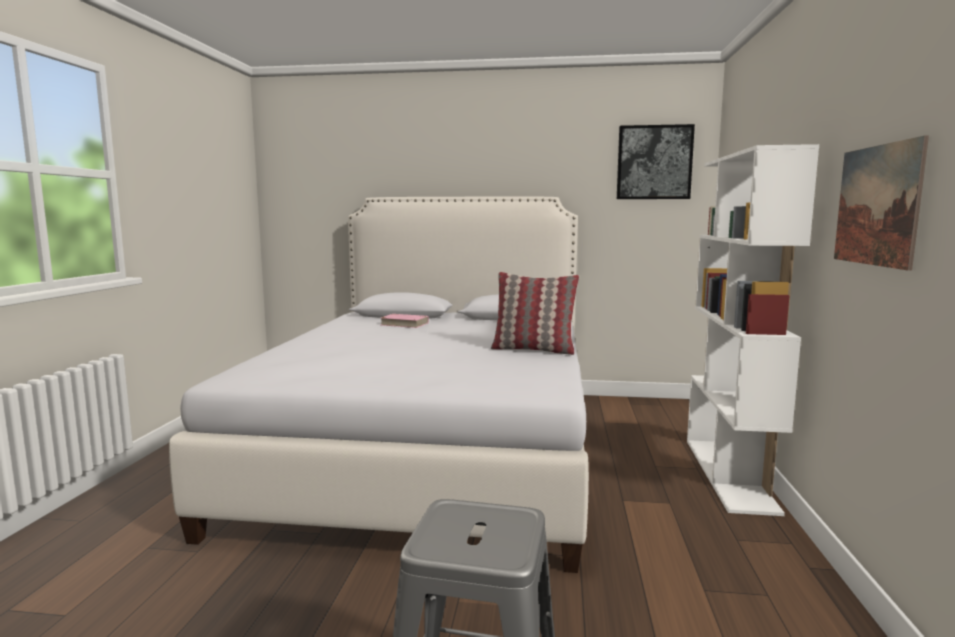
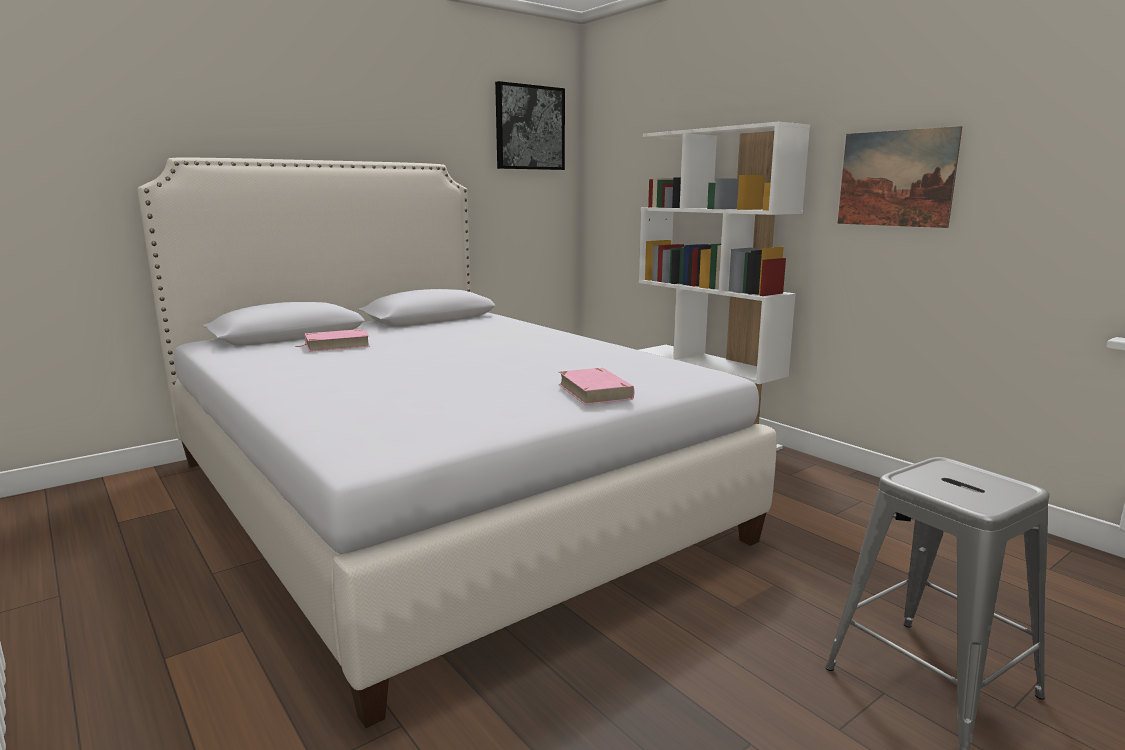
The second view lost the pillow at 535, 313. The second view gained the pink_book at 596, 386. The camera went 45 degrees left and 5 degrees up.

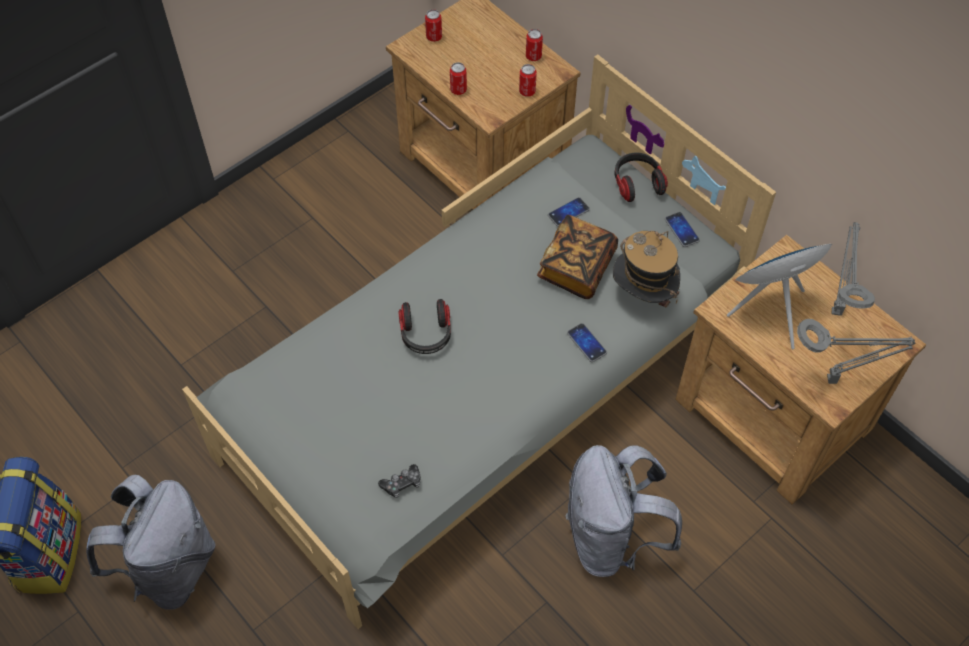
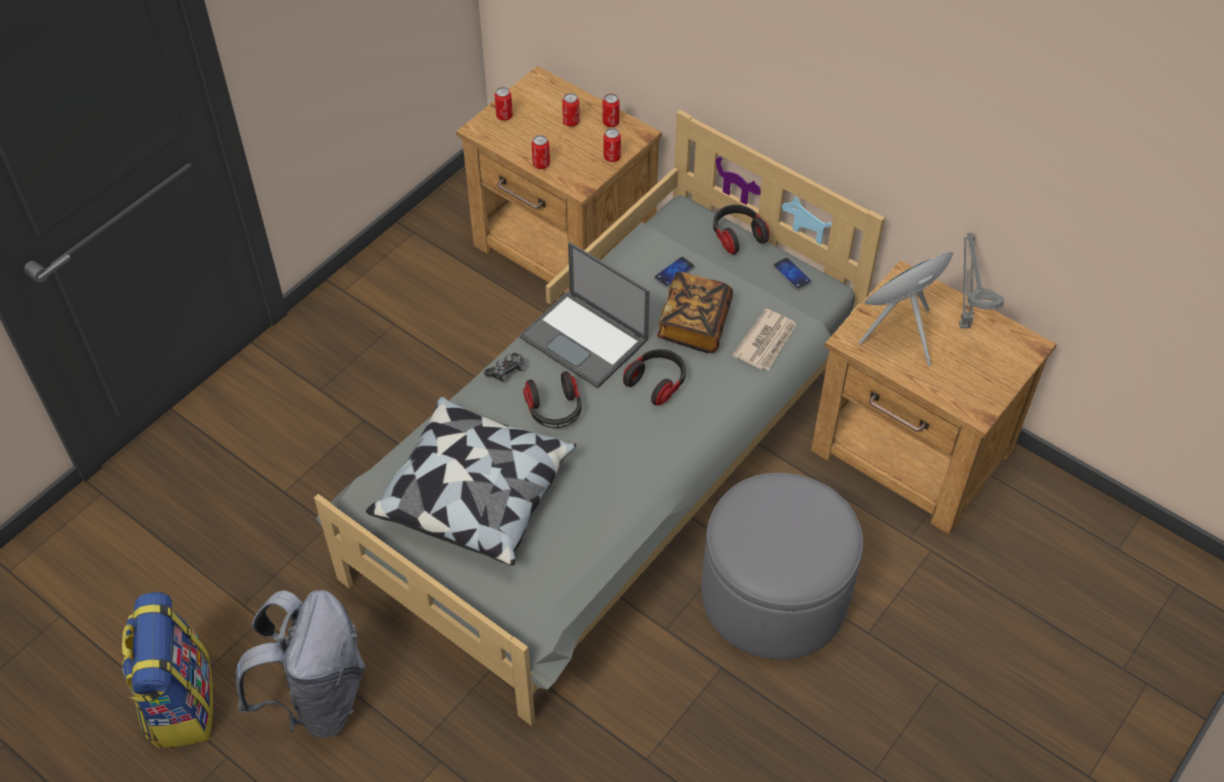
The second view lost the phone at 587, 342. The second view lost the grey_table_lamp at 856, 351. The second view gained the pillow at 471, 481. The second view gained the laptop at 585, 315. The second view gained the can at 571, 110. The second view gained the headphones at 654, 377. The game_controller ended up elsewhere, having gone from 399, 481 to 504, 367. Where the grey_backpack stood at 623, 511, the grey_ottoman came to stand at 782, 566. Where the hat stood at 646, 269, the newspaper came to stand at 764, 340. The camera went 10 degrees left and 5 degrees down.

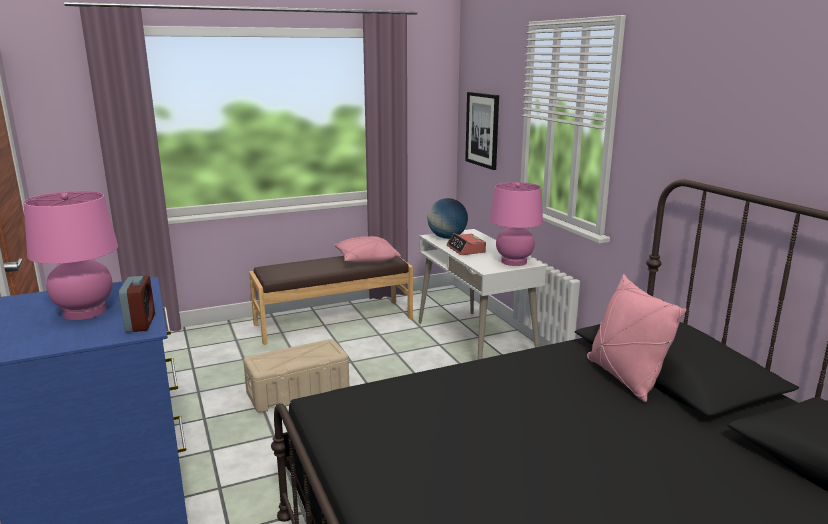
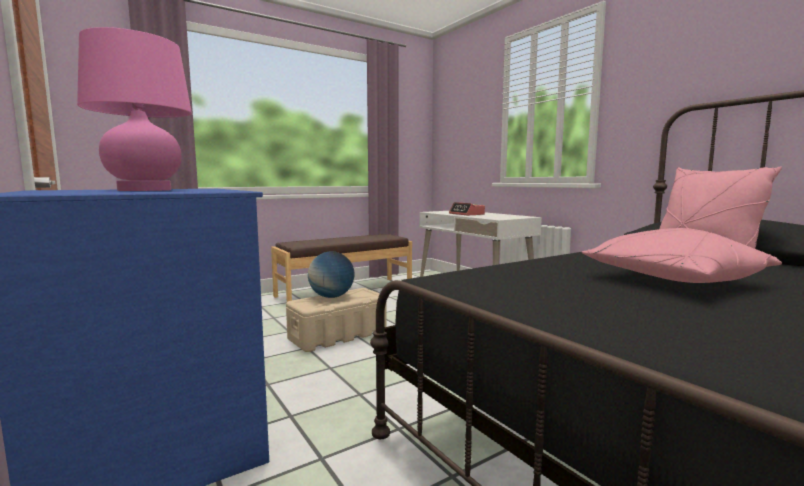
The second view lost the alarm_clock at 137, 304. The second view lost the picture at 482, 131. The second view lost the pink_table_lamp at 516, 224. The pink_pillow ended up elsewhere, having gone from 367, 249 to 682, 255. The globe ended up elsewhere, having gone from 447, 218 to 331, 274. The camera went 10 degrees left and 10 degrees down.

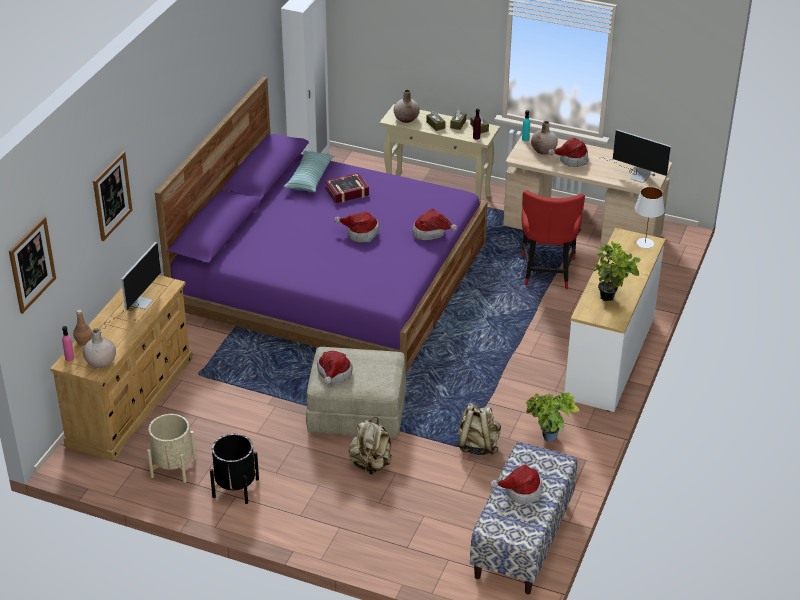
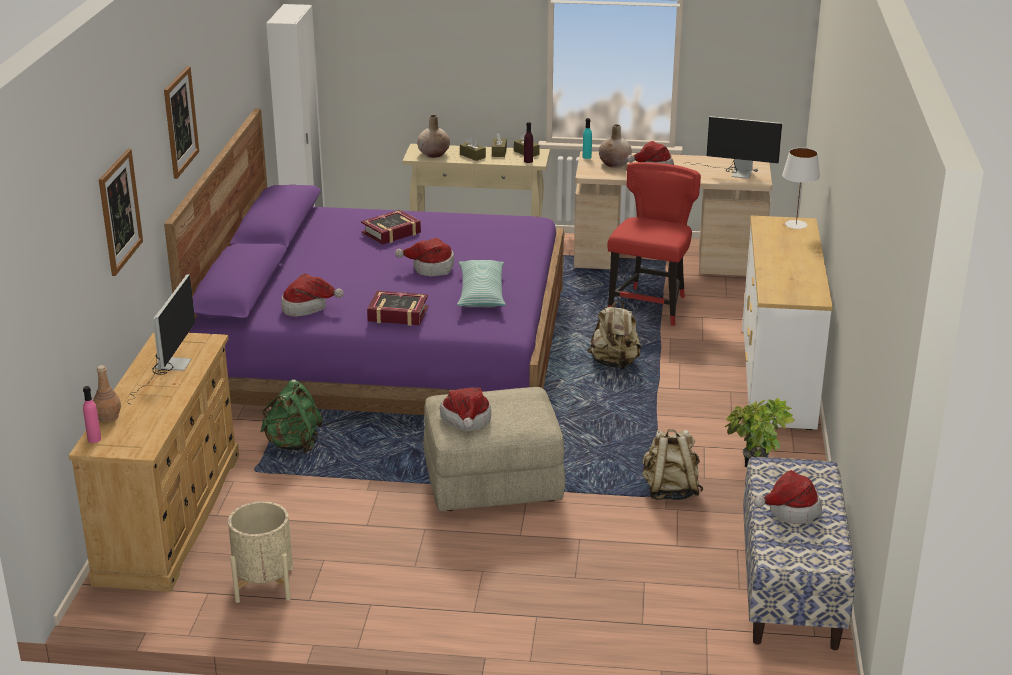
The second view lost the beige_vase at 99, 348. The second view lost the black_planter at 234, 469. The second view lost the potted_plant at 617, 271. The second view gained the green_backpack at 291, 416. The second view gained the book at 397, 308. The picture ended up elsewhere, having gone from 32, 265 to 181, 122. The pillow ended up elsewhere, having gone from 309, 171 to 481, 283. The beige_backpack ended up elsewhere, having gone from 370, 445 to 614, 334. The hat ended up elsewhere, having gone from 435, 224 to 312, 295. The red_chair at 553, 239 ended up facing another way, 150 degrees counterclockwise from before. The camera went 15 degrees left and 10 degrees down.

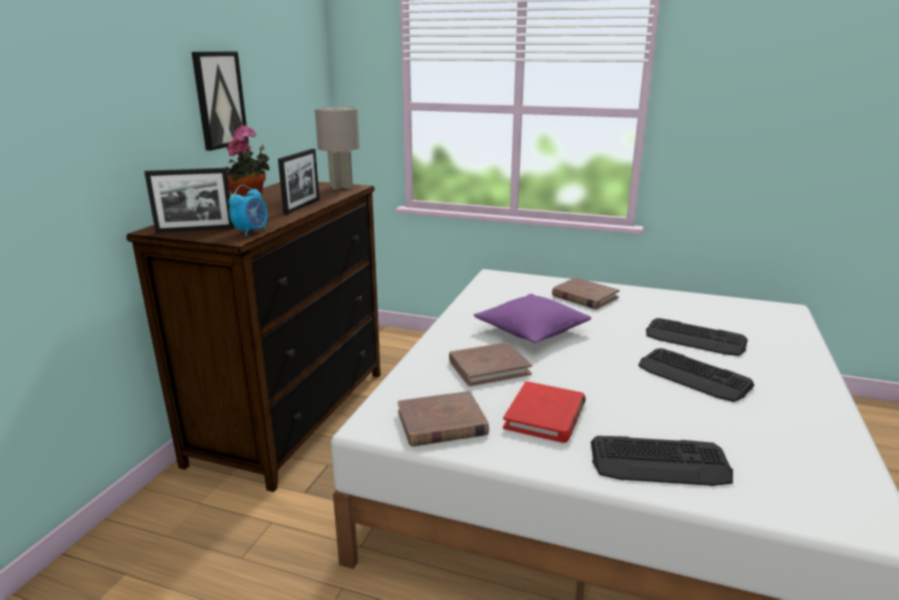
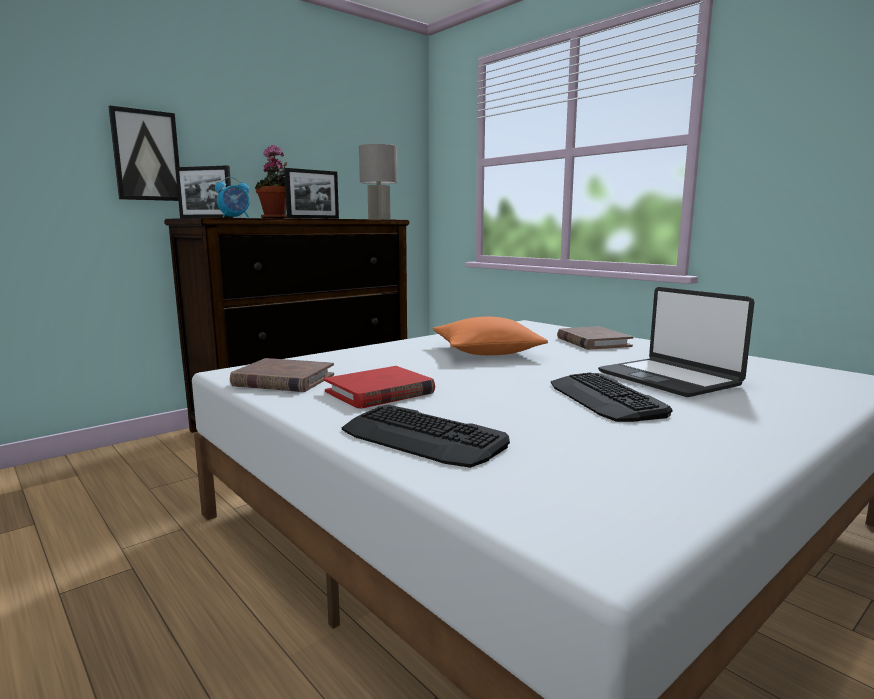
The second view lost the brown_book at 490, 364. The picture ended up elsewhere, having gone from 220, 101 to 144, 153. Where the keyboard stood at 697, 337, the laptop came to stand at 676, 342. What was the purple_pillow at 532, 318 turned into the orange_pillow at 490, 336. The camera went 30 degrees right and 10 degrees down.

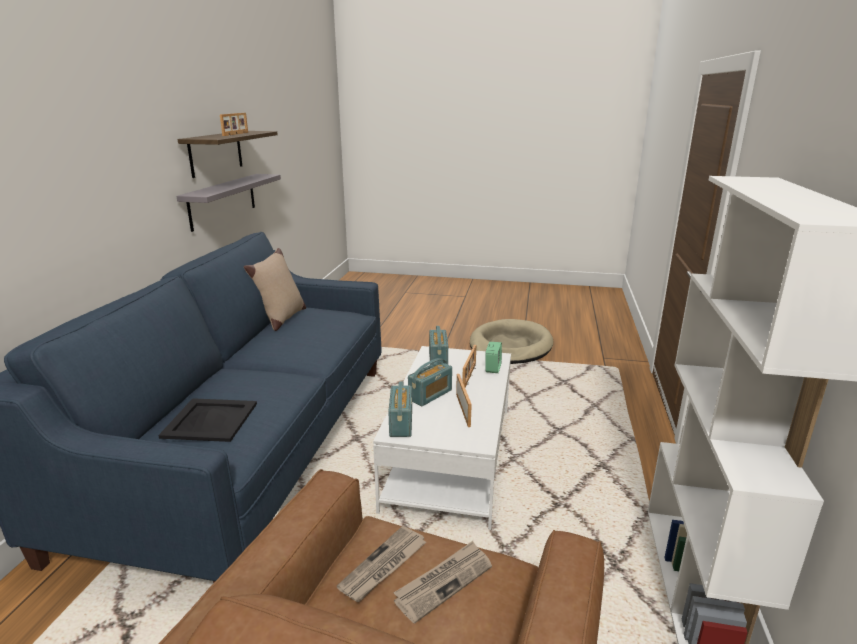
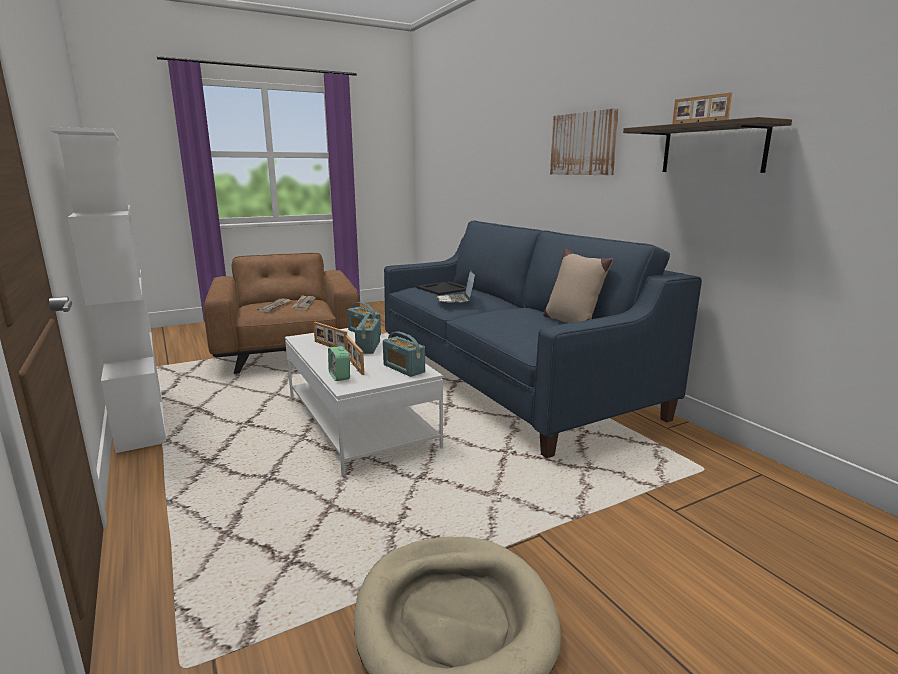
The second view lost the grey_shelf at 228, 203. The second view gained the laptop at 455, 286. The second view gained the picture at 584, 141. The camera went 140 degrees right and 5 degrees down.

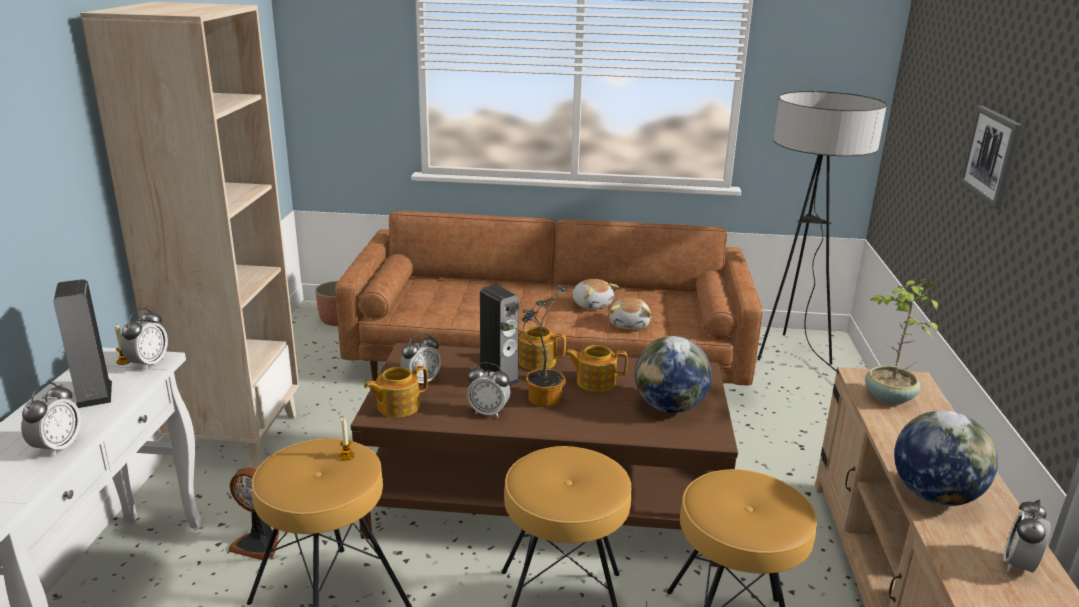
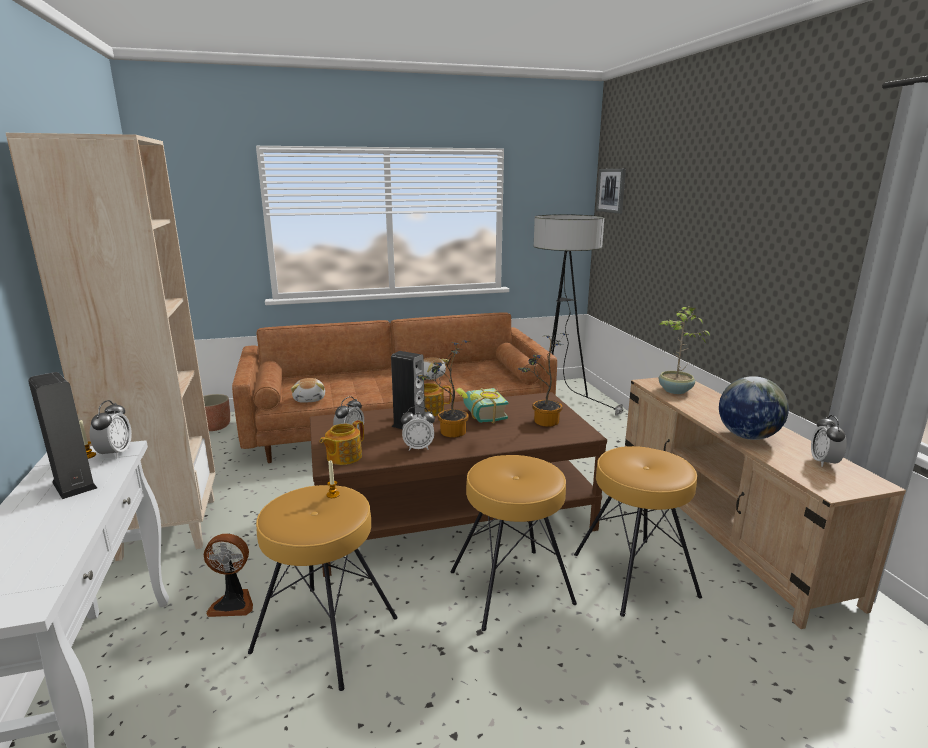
The second view lost the alarm_clock at 51, 419. The plush_toy ended up elsewhere, having gone from 630, 313 to 308, 390. The picture ended up elsewhere, having gone from 991, 157 to 611, 191. Where the teapot stood at 596, 368, the book came to stand at 482, 405. Where the globe stood at 673, 374, the potted_plant came to stand at 542, 380. The camera went 20 degrees left and 5 degrees down.

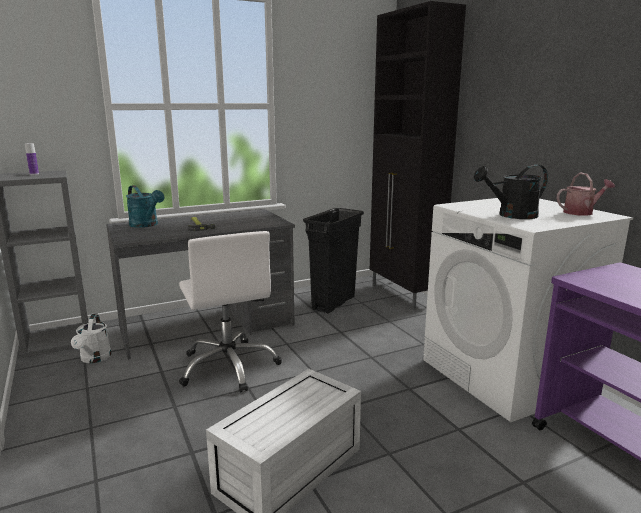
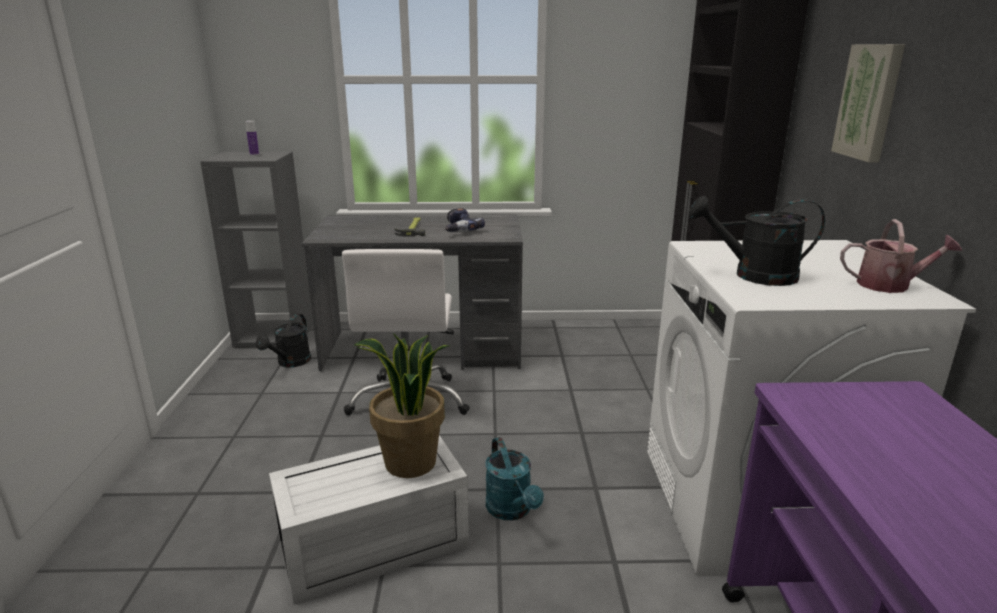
The second view lost the black_trash_can at 333, 260. The second view gained the potted_plant at 401, 405. The second view gained the power_drill at 465, 220. The second view gained the picture at 868, 103. The turquoise_watering_can ended up elsewhere, having gone from 145, 206 to 514, 478. What was the white_watering_can at 91, 338 turned into the black_watering_can at 283, 340. The camera went 25 degrees right and 5 degrees up.

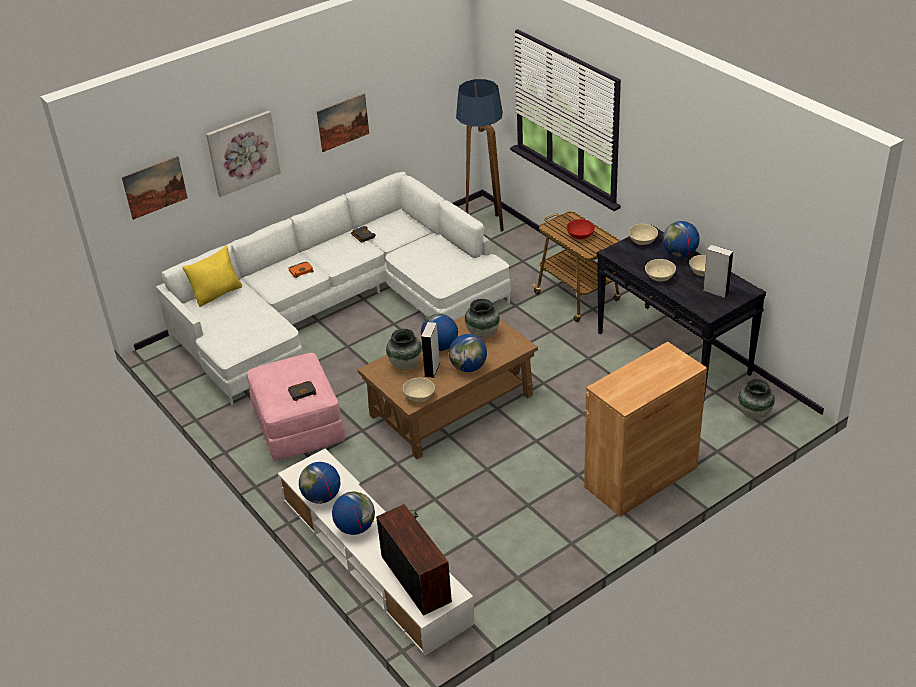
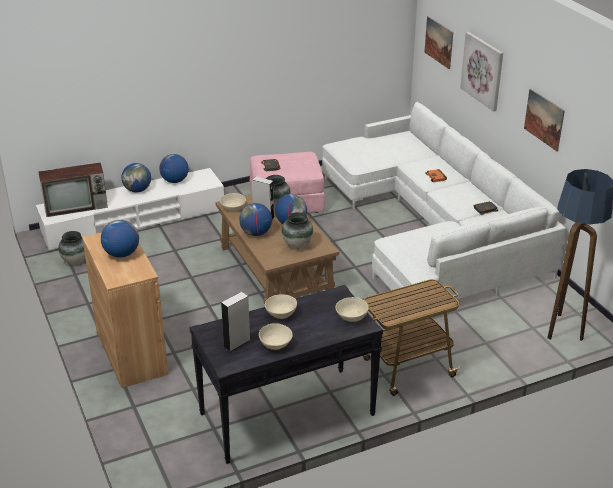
The second view lost the yellow_pillow at 212, 276. The second view lost the red_bowl at 581, 229. The globe ended up elsewhere, having gone from 680, 239 to 120, 239. The vase ended up elsewhere, having gone from 756, 399 to 71, 248. The camera went 100 degrees right and 5 degrees down.

